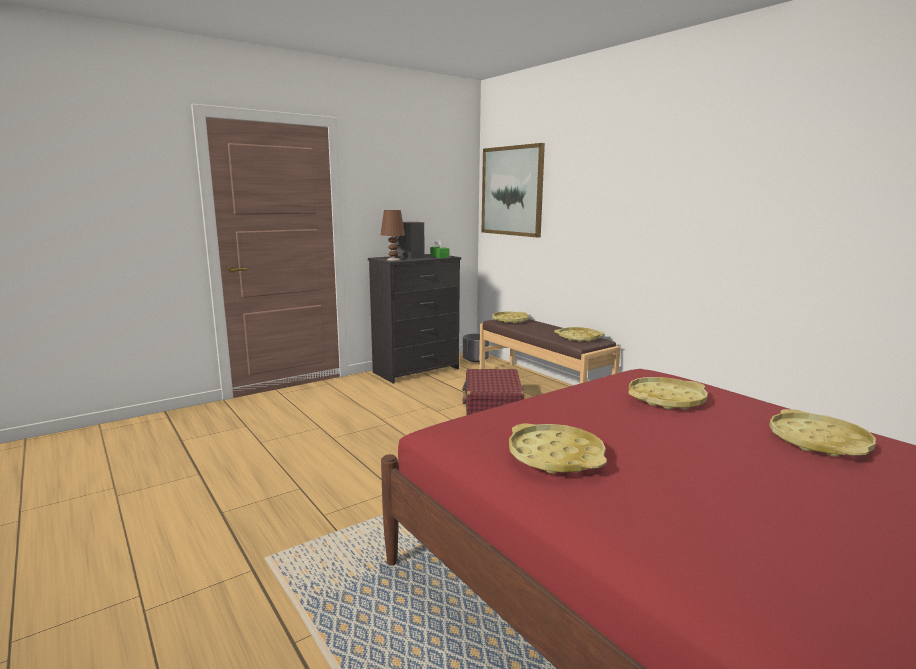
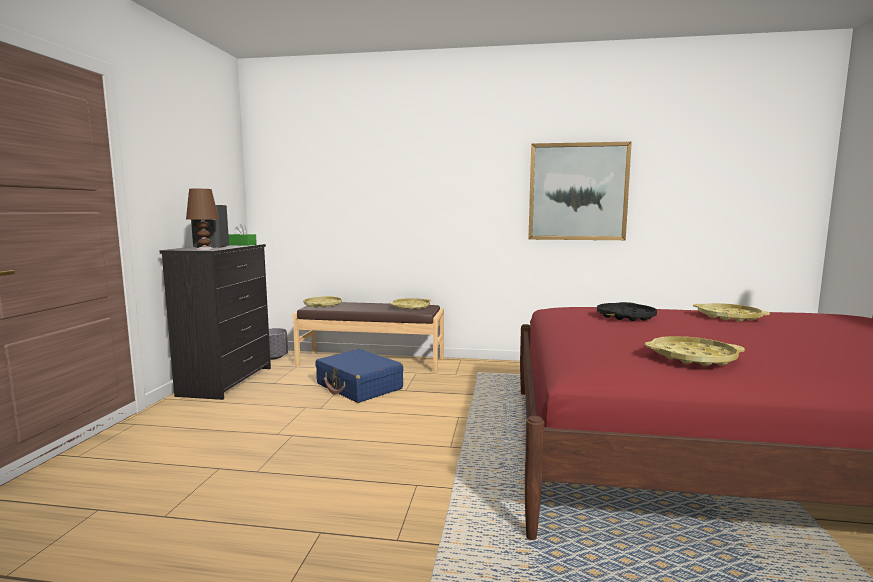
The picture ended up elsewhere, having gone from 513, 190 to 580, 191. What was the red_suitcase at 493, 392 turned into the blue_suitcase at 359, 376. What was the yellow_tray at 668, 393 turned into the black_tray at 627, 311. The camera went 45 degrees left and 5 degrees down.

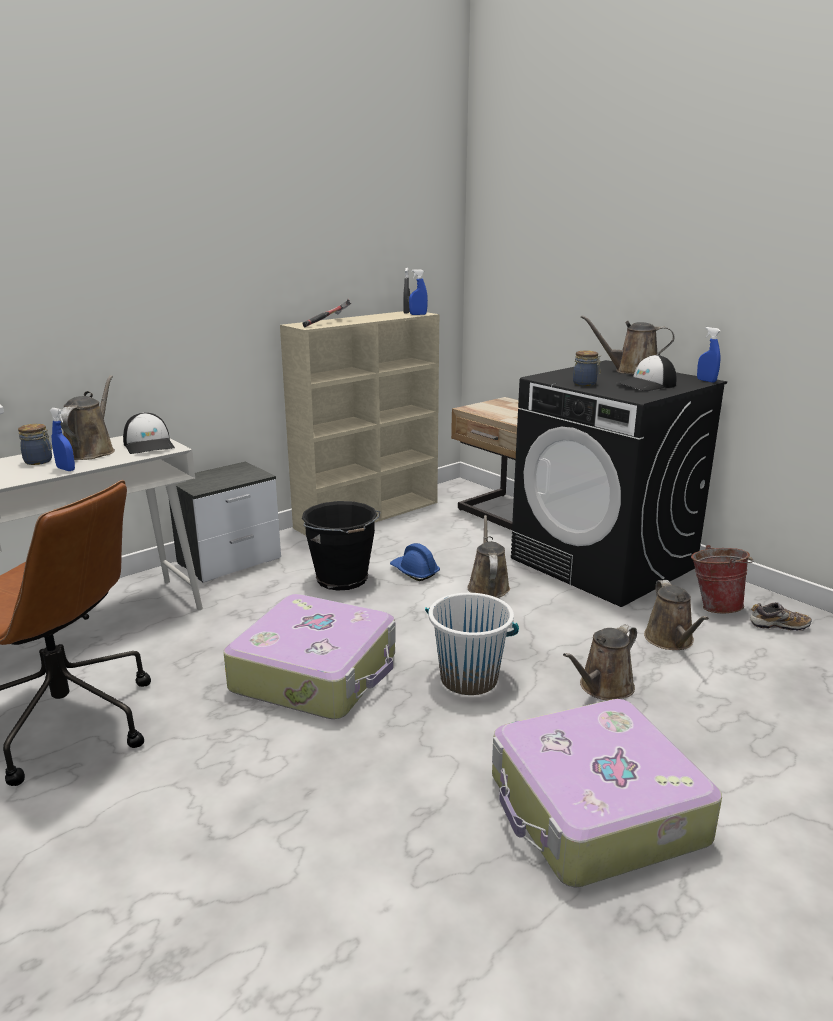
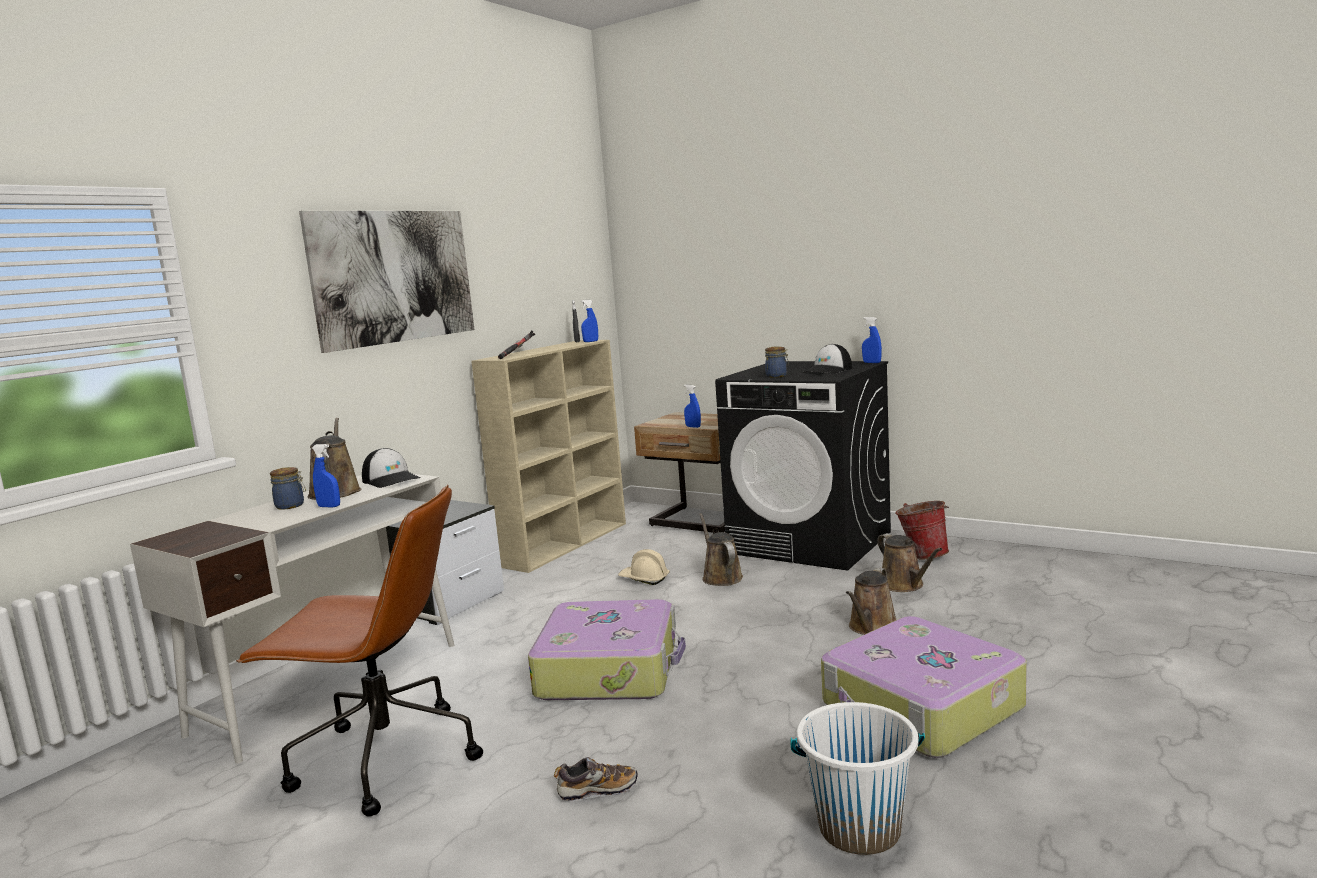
The second view lost the black_bucket at 341, 546. The second view lost the brown_watering_can at 628, 345. The second view gained the picture at 387, 282. The second view gained the blue_spray_bottle at 692, 406. The white_bucket ended up elsewhere, having gone from 472, 644 to 857, 778. The shoe ended up elsewhere, having gone from 780, 616 to 596, 779. What was the blue_hard_hat at 415, 562 turned into the beige_hard_hat at 644, 567. The camera went 15 degrees left and 10 degrees down.

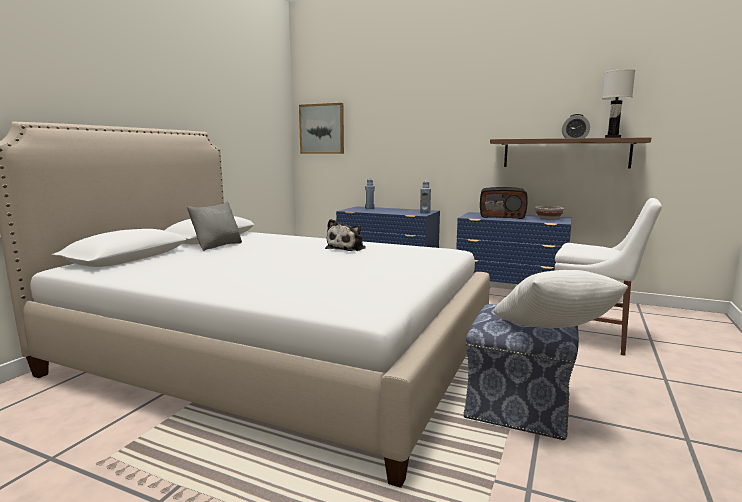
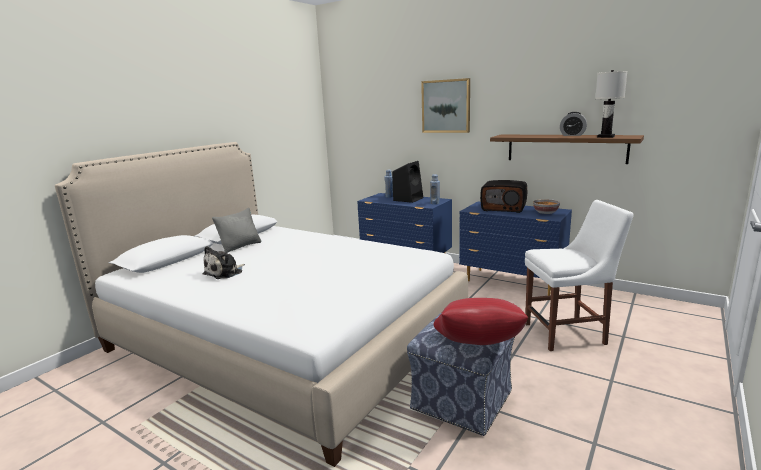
The second view gained the black_speaker at 407, 182. The picture ended up elsewhere, having gone from 321, 128 to 445, 105. The plush_toy ended up elsewhere, having gone from 345, 235 to 224, 262. What was the white_pillow at 560, 299 turned into the red_pillow at 480, 321. The white_chair at 608, 277 ended up facing another way, 45 degrees counterclockwise from before. The camera went 10 degrees right and 5 degrees up.

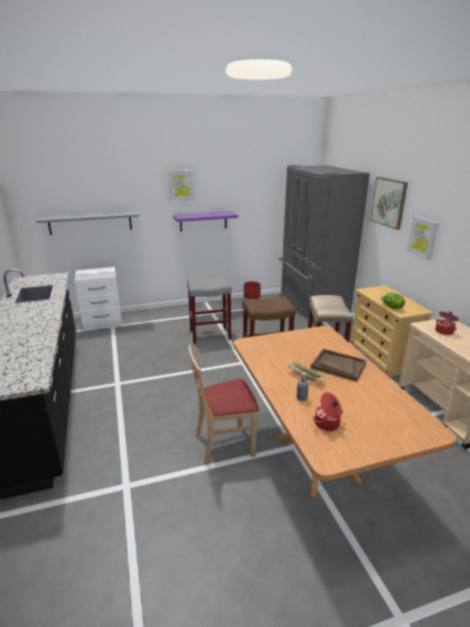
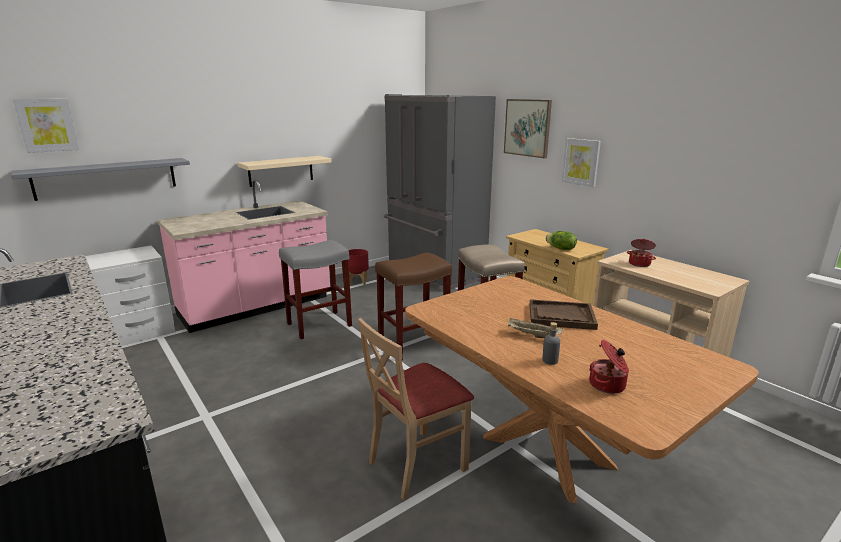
The second view gained the pink_counter at 243, 256. The picture ended up elsewhere, having gone from 181, 185 to 46, 126. What was the purple_shelf at 205, 221 turned into the beige_shelf at 285, 171. The camera went 20 degrees left and 5 degrees down.

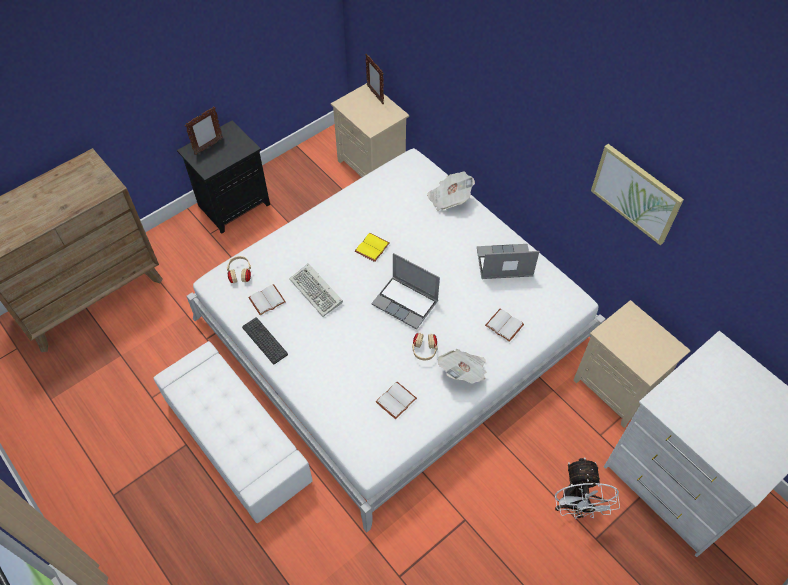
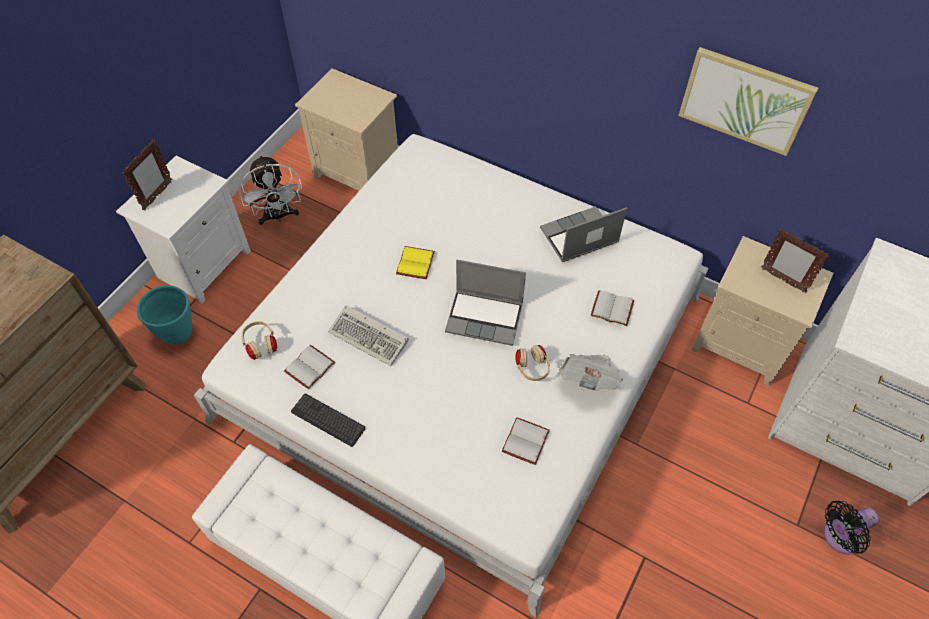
The second view lost the newspaper at 451, 191. The second view gained the turquoise_planter at 164, 315. The second view gained the black_fan at 851, 527. The picture_frame ended up elsewhere, having gone from 374, 79 to 795, 261. The white_fan ended up elsewhere, having gone from 587, 488 to 270, 190. What was the black_nightstand at 223, 177 turned into the white_nightstand at 183, 230. The camera went 20 degrees left and 0 degrees up.

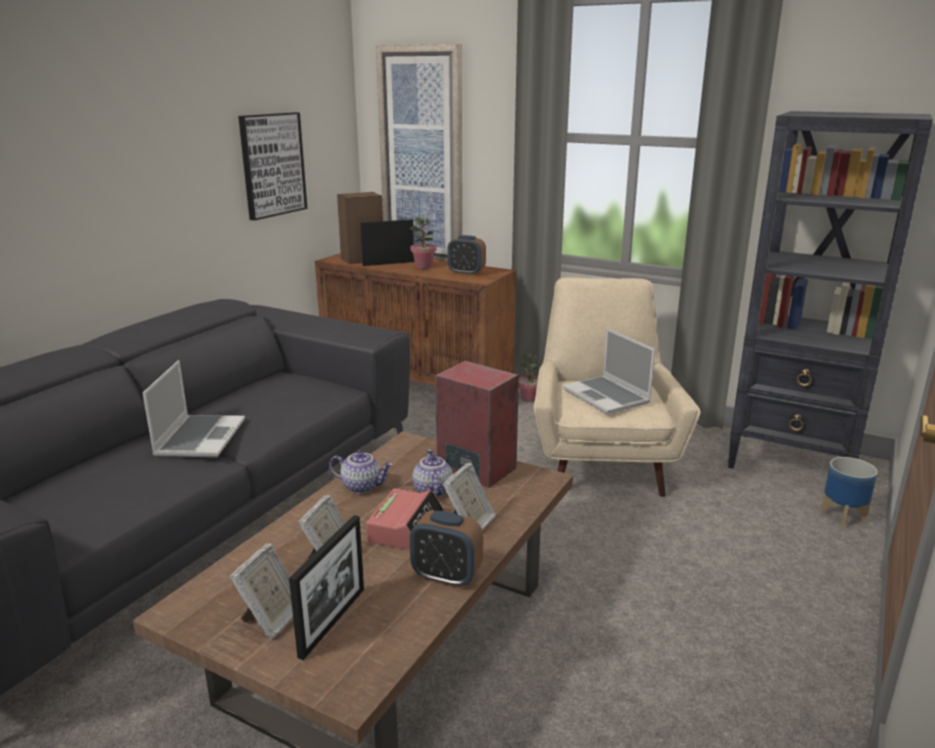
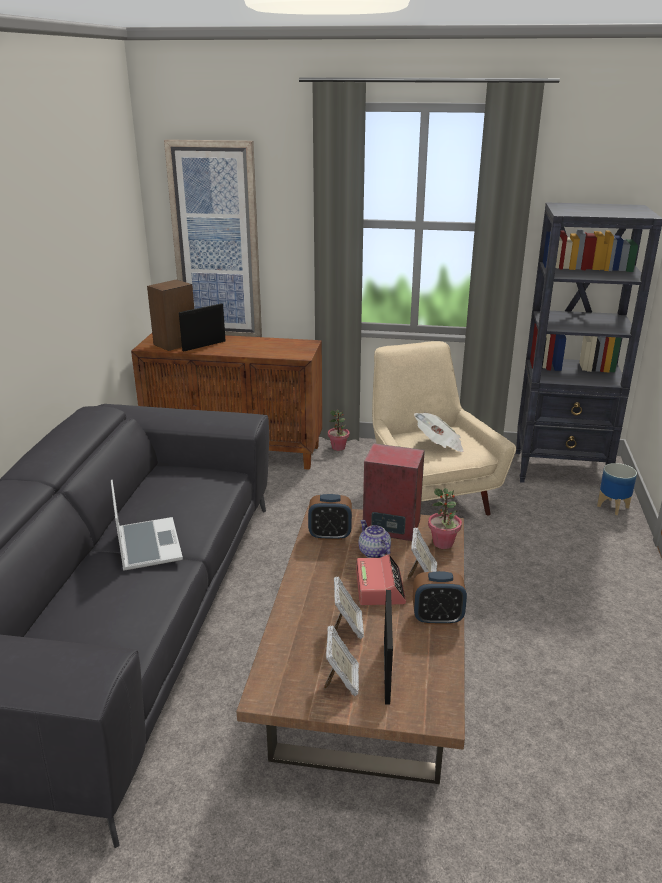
The second view lost the picture at 272, 166. The second view lost the teapot at 361, 472. The potted_plant ended up elsewhere, having gone from 423, 243 to 445, 518. The alarm_clock ended up elsewhere, having gone from 466, 255 to 330, 517. Where the laptop stood at 609, 371, the newspaper came to stand at 439, 432. The camera went 20 degrees left and 5 degrees up.

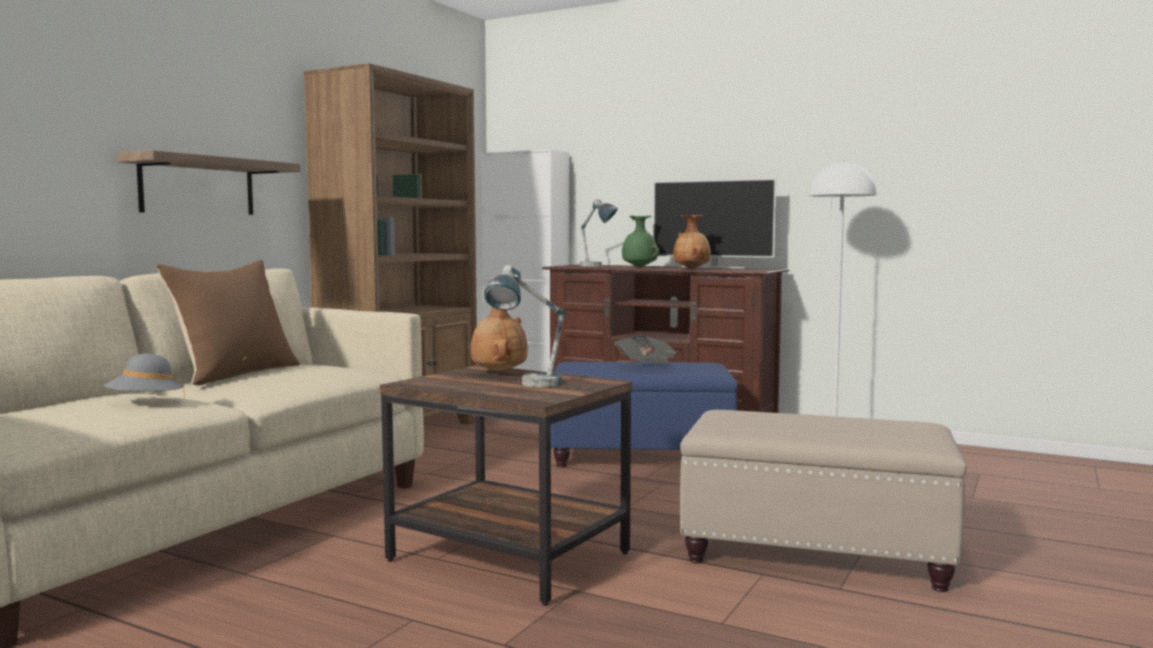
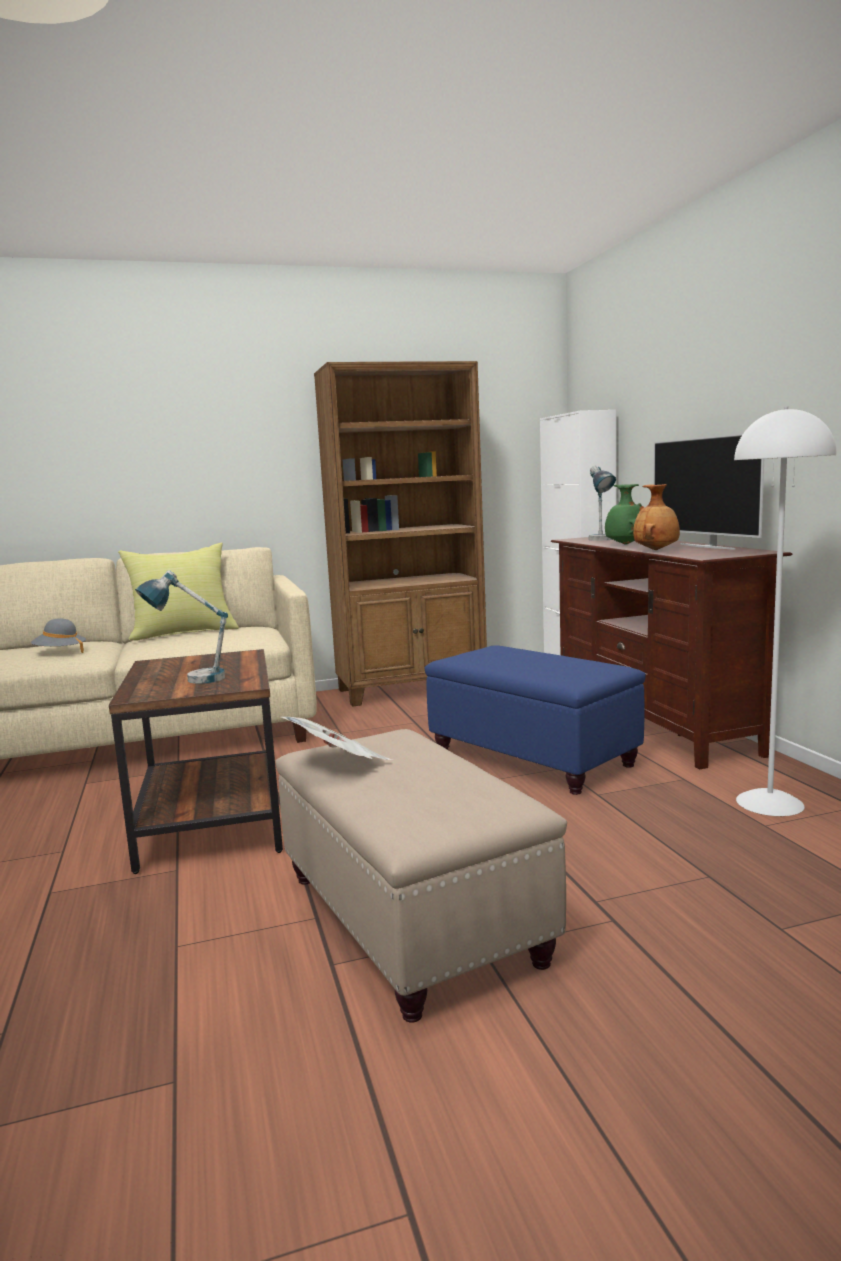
The second view lost the shelf at 208, 182. The second view lost the brown_vase at 499, 331. The newspaper ended up elsewhere, having gone from 645, 349 to 337, 738. What was the brown_pillow at 228, 322 turned into the yellow_pillow at 178, 592. The camera went 45 degrees right and 5 degrees up.

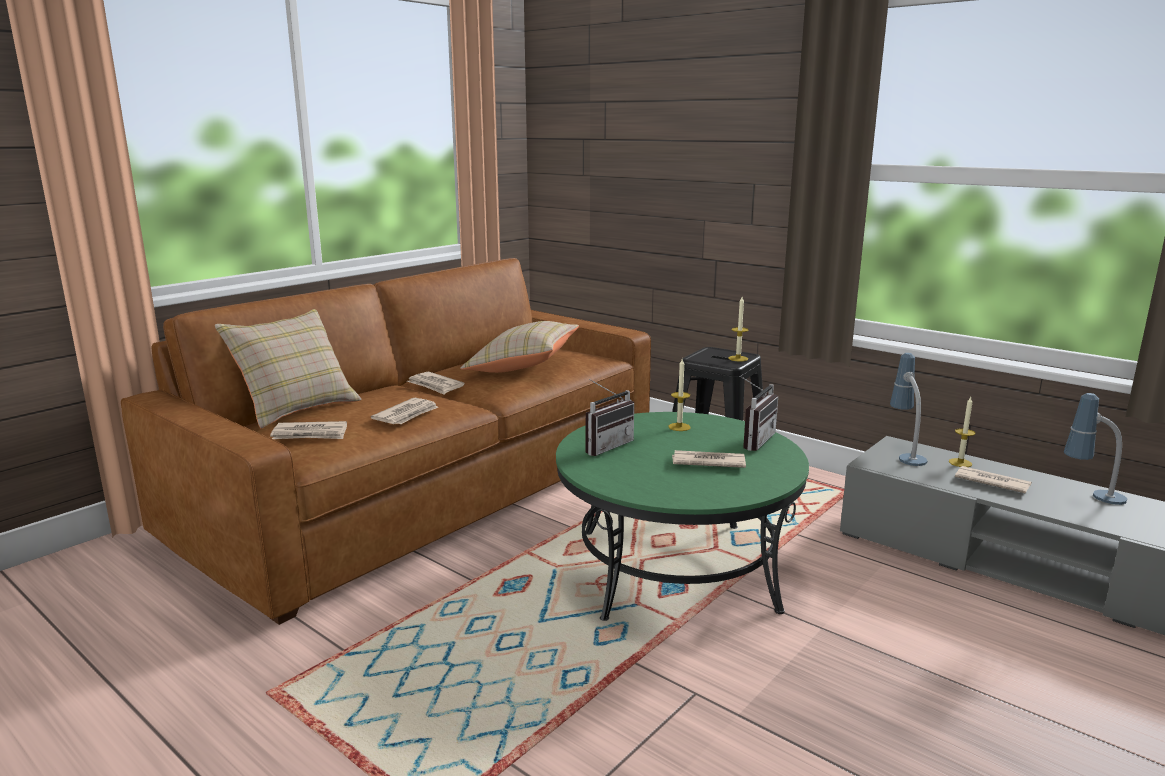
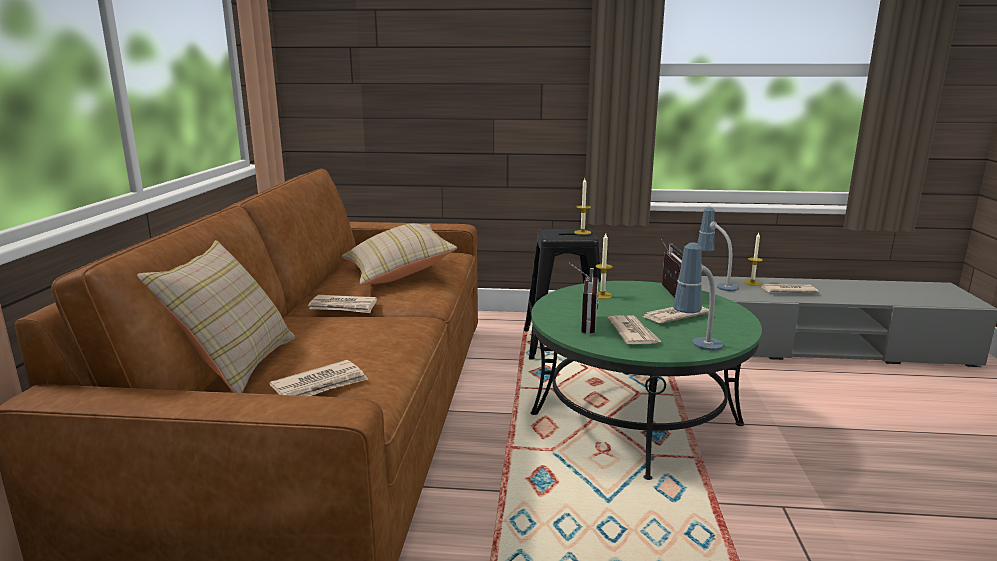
The newspaper ended up elsewhere, having gone from 405, 411 to 635, 329. The table_lamp ended up elsewhere, having gone from 1095, 449 to 698, 296. The camera went 35 degrees left and 0 degrees up.

